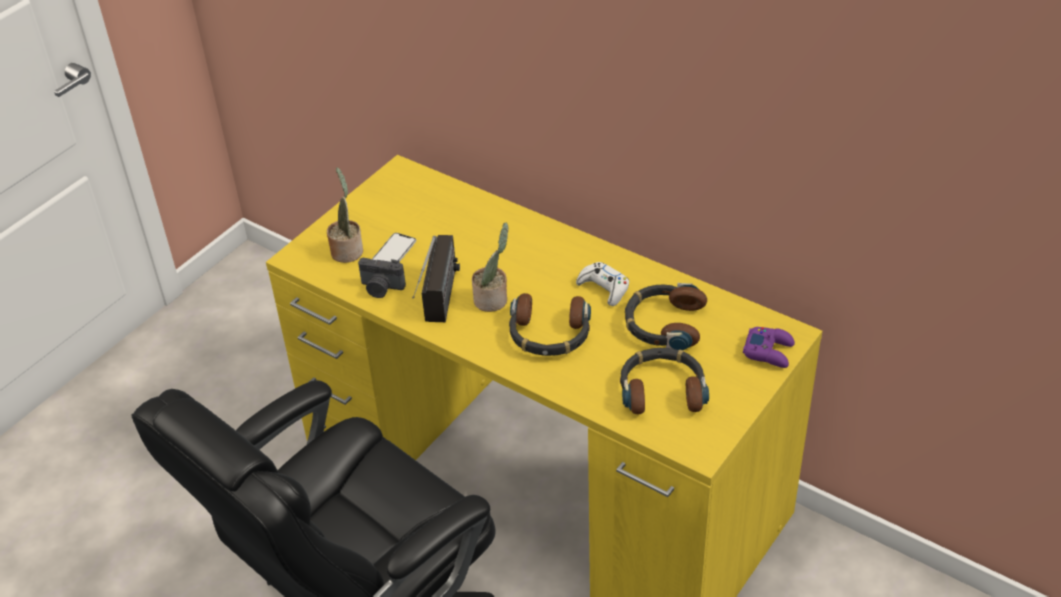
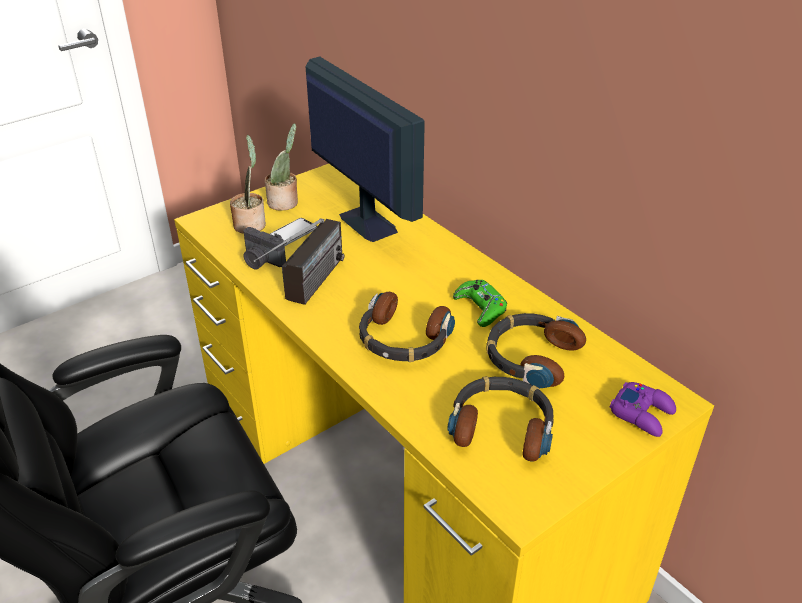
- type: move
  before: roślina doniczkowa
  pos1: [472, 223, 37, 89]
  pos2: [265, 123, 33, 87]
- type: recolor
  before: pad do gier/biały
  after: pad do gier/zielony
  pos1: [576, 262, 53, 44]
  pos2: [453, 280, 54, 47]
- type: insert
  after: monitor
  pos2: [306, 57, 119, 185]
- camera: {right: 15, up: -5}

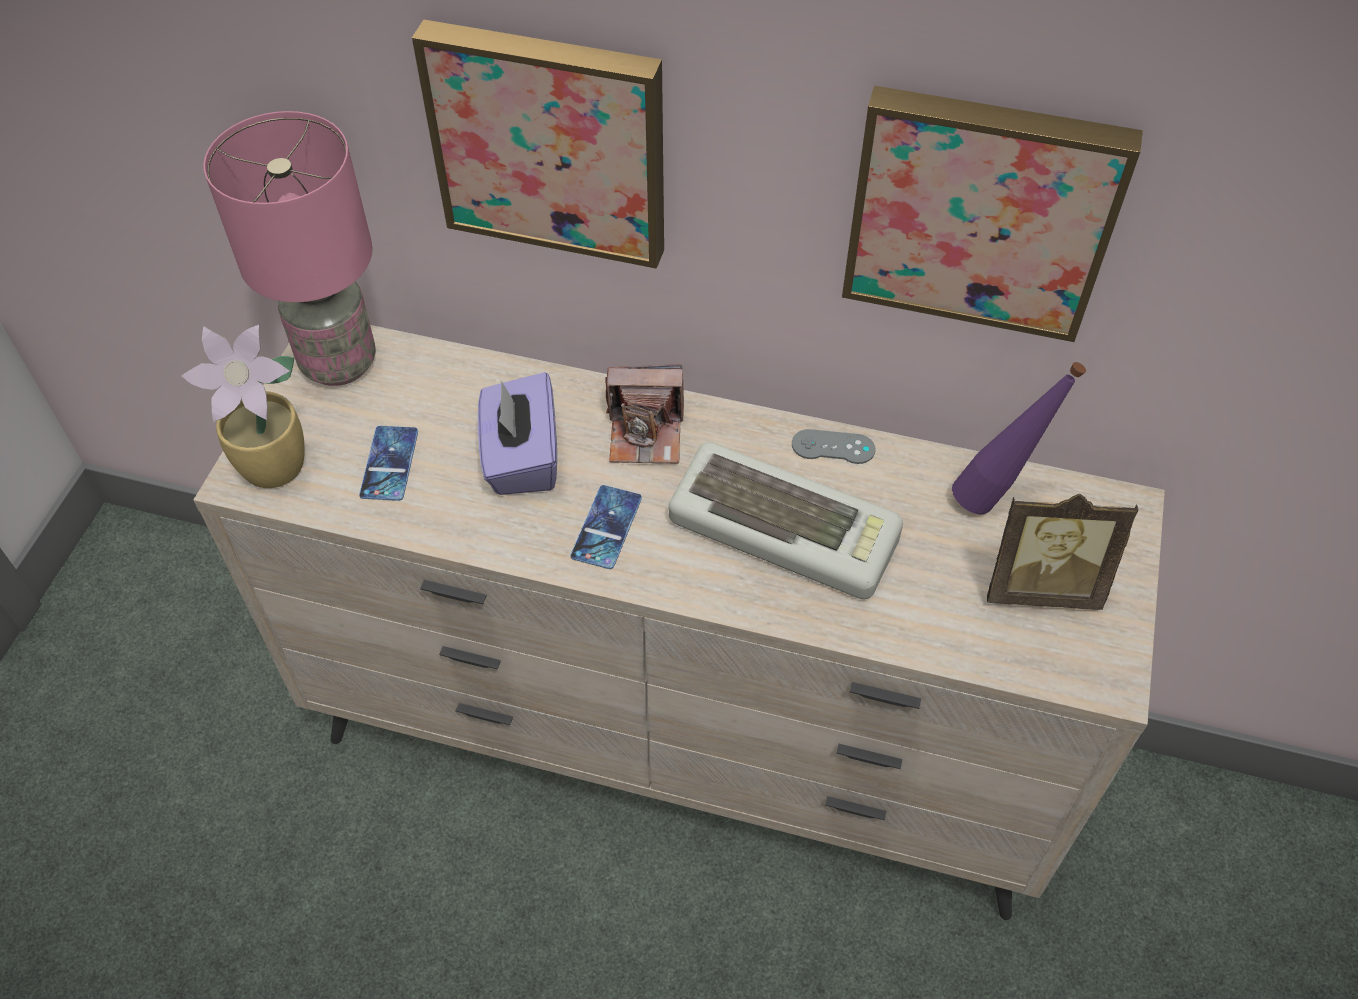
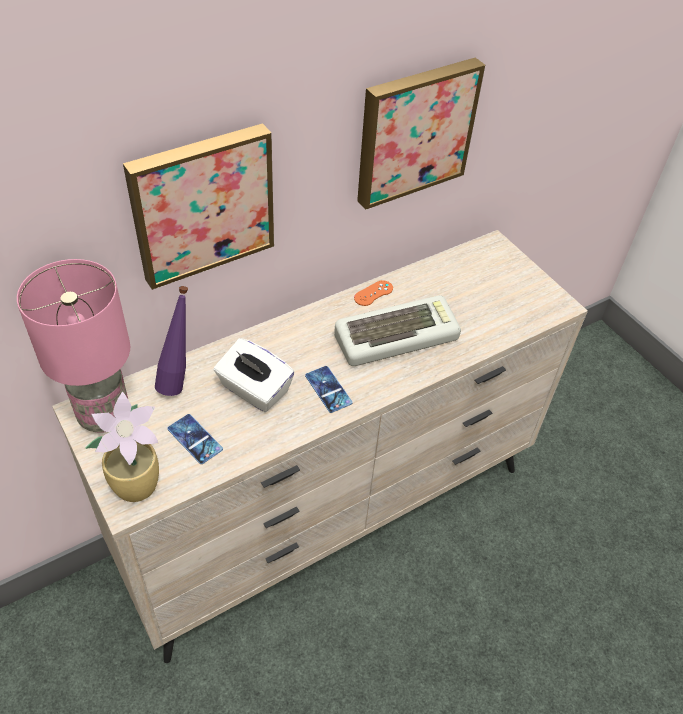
- type: move
  before: butelka/fioletowy
  pos1: [952, 362, 134, 152]
  pos2: [155, 286, 33, 110]
- type: delete
  before: aparat fotograficzny
  pos1: [605, 364, 79, 100]
- type: recolor
  before: pudełko chusteczek/fioletowy
  after: pudełko chusteczek/biały
  pos1: [478, 372, 79, 123]
  pos2: [214, 338, 81, 74]
- type: recolor
  before: pad do gier/szary
  after: pad do gier/pomarańczowy
  pos1: [792, 429, 84, 35]
  pos2: [354, 280, 39, 26]
- type: delete
  before: ramka na zdjęcie
  pos1: [987, 494, 151, 116]
- camera: {right: -50, up: -5}

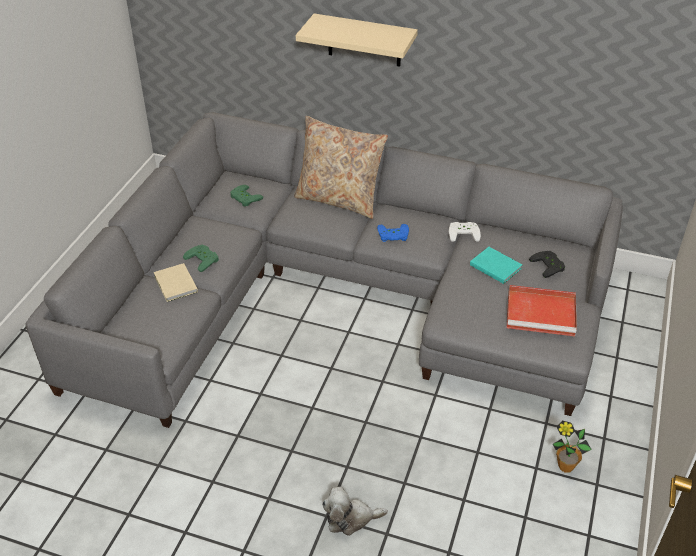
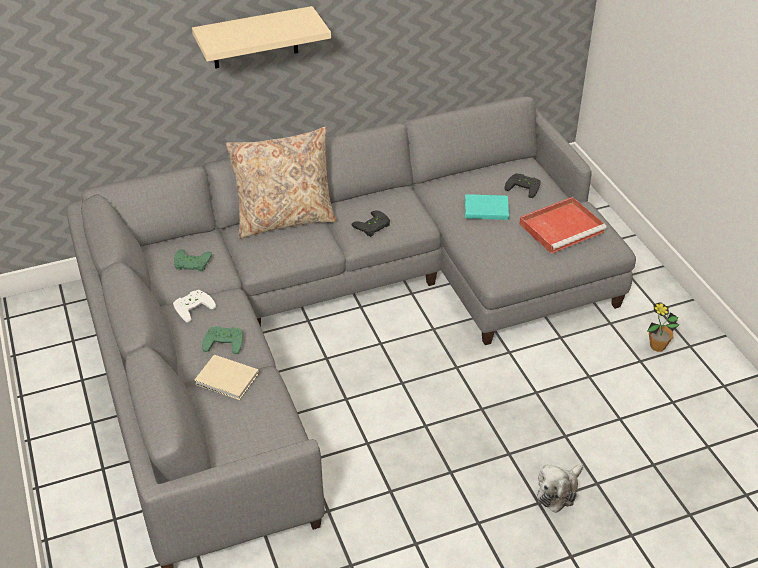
- type: move
  before: pad do gier/biały
  pos1: [449, 222, 32, 20]
  pos2: [173, 290, 43, 33]
- type: recolor
  before: pad do gier/niebieski
  after: pad do gier/czarny
  pos1: [377, 224, 32, 18]
  pos2: [351, 210, 39, 27]
- camera: {right: -40, up: 0}

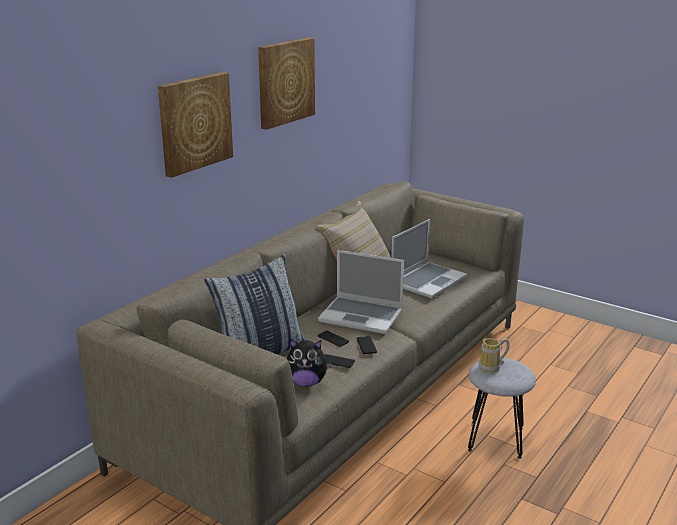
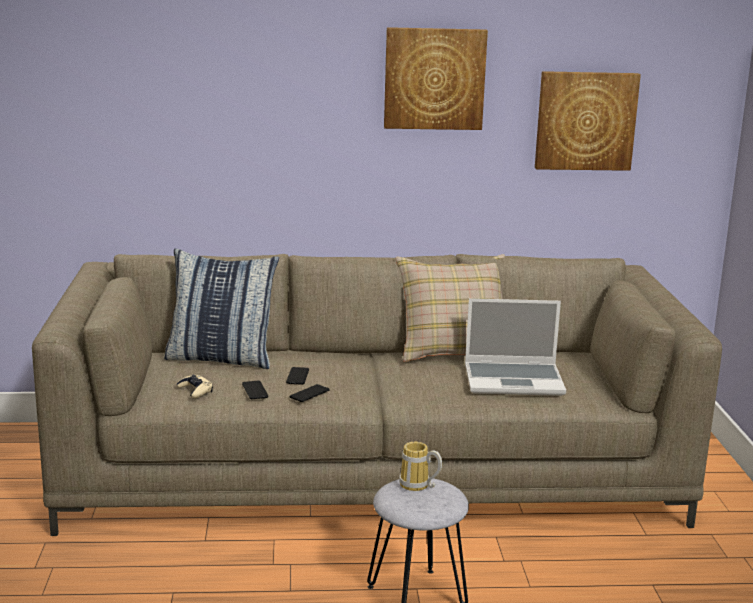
- type: move
  before: obraz
  pos1: [158, 72, 75, 106]
  pos2: [535, 71, 106, 100]
- type: delete
  before: laptop
  pos1: [318, 250, 86, 84]
- type: replace
  before: pluszak
  after: pad do gier/beżowy
  pos1: [287, 339, 44, 48]
  pos2: [177, 374, 36, 24]
- camera: {right: 50, up: -5}

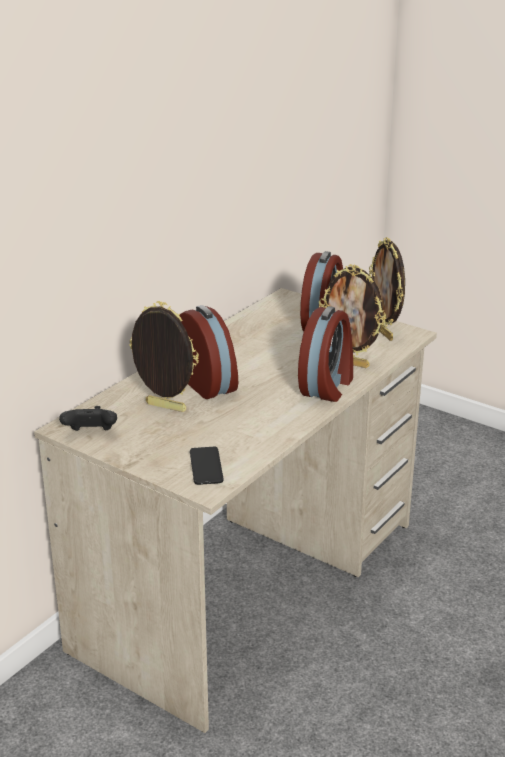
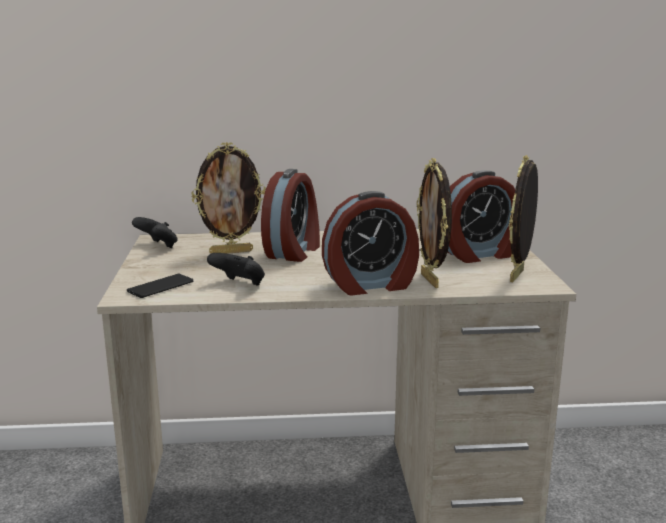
- type: rotate
  before: ramka na zdjęcie
  pos1: [129, 301, 70, 111]
  pos2: [191, 142, 75, 112]
  turn: 90
- type: insert
  after: pad do gier/czarny
  pos2: [207, 253, 58, 33]
- camera: {right: 50, up: -10}

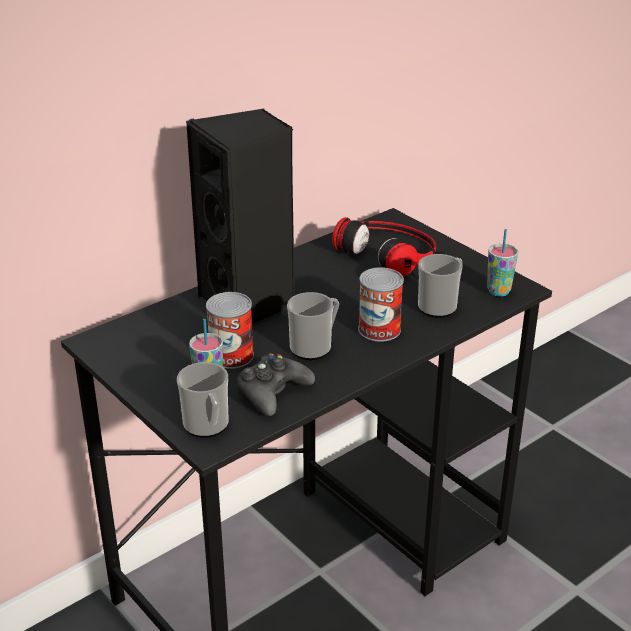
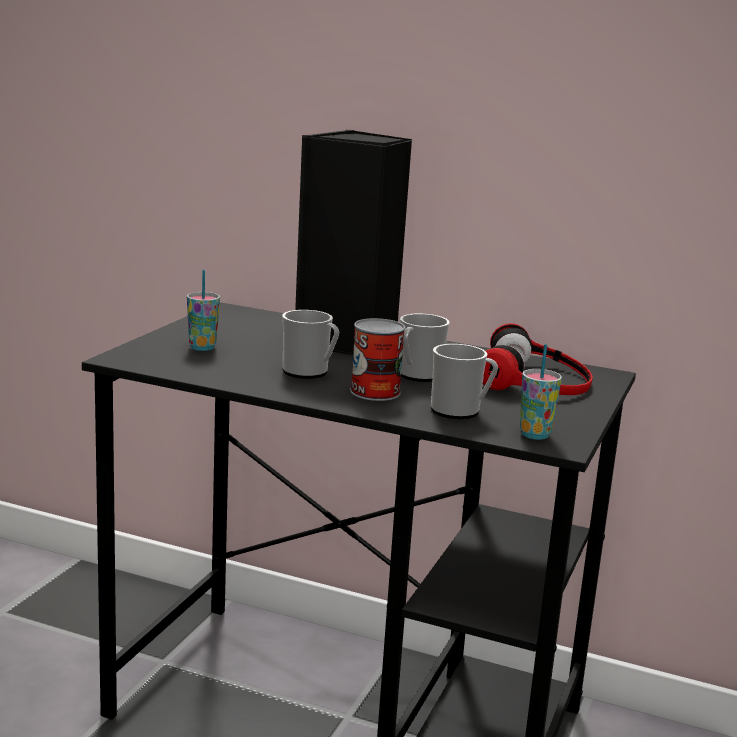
- type: delete
  before: puszka
  pos1: [206, 292, 48, 77]
- type: delete
  before: pad do gier/czarny
  pos1: [237, 353, 78, 63]
- type: move
  before: kubek
  pos1: [177, 362, 52, 76]
  pos2: [400, 313, 50, 69]
- camera: {right: 60, up: -15}

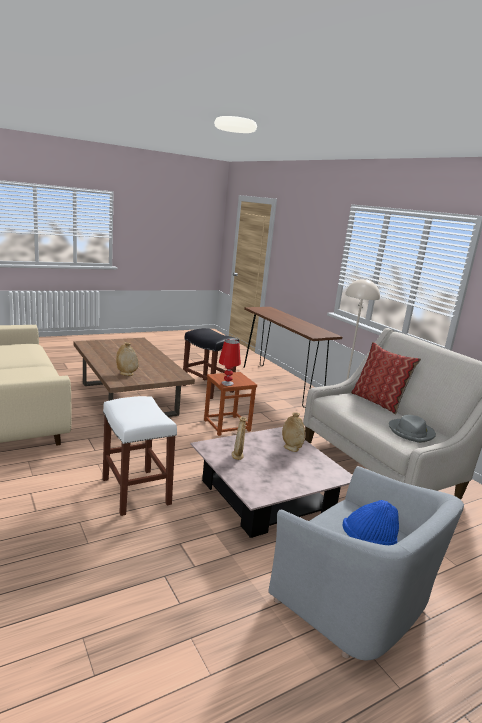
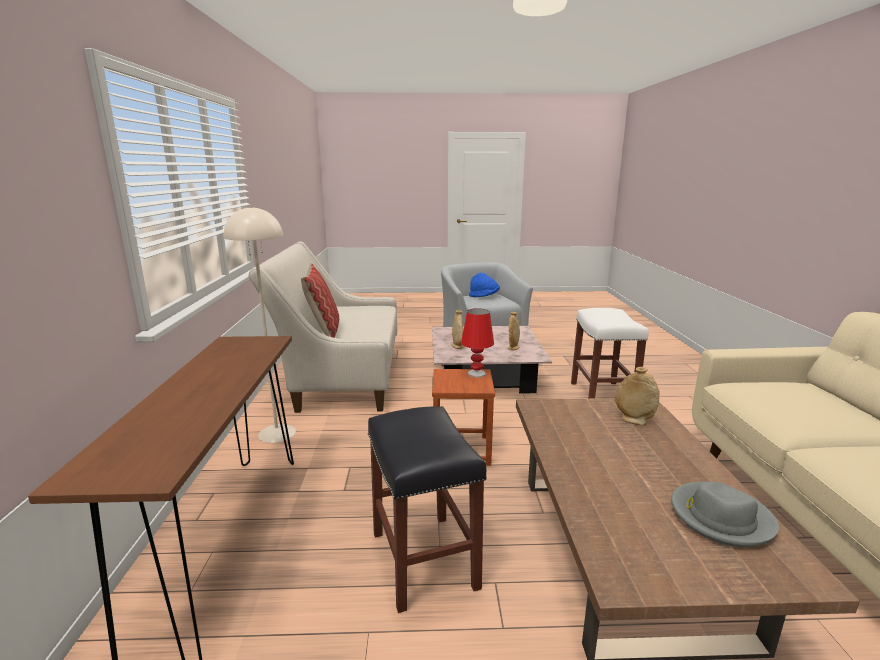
- type: move
  before: kapelusz/szary
  pos1: [389, 415, 47, 28]
  pos2: [671, 482, 108, 65]
- camera: {right: -150, up: 0}

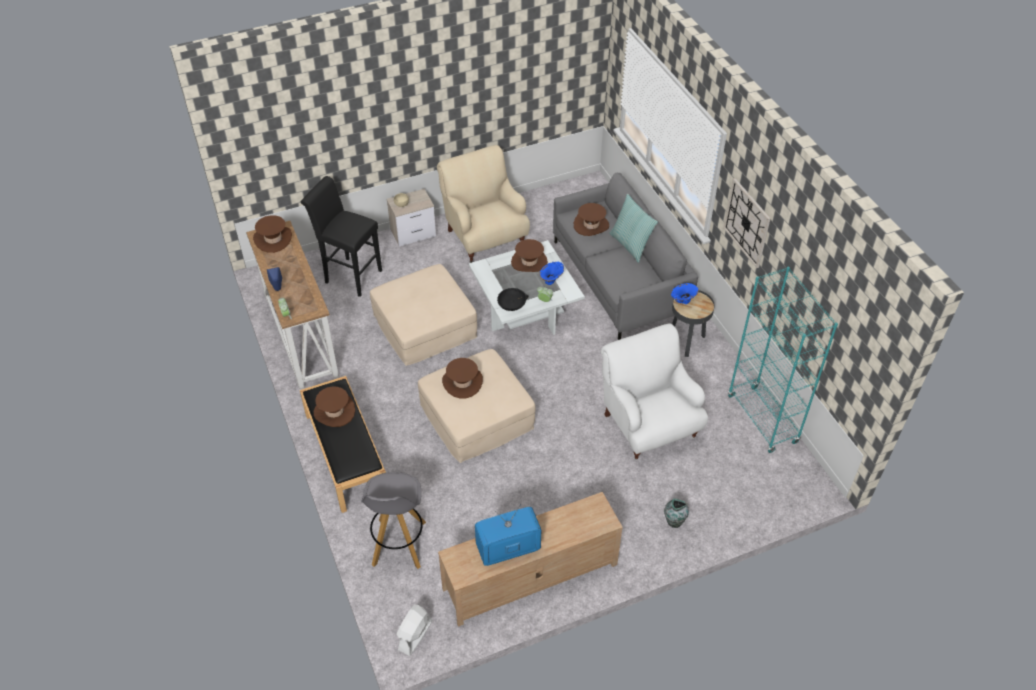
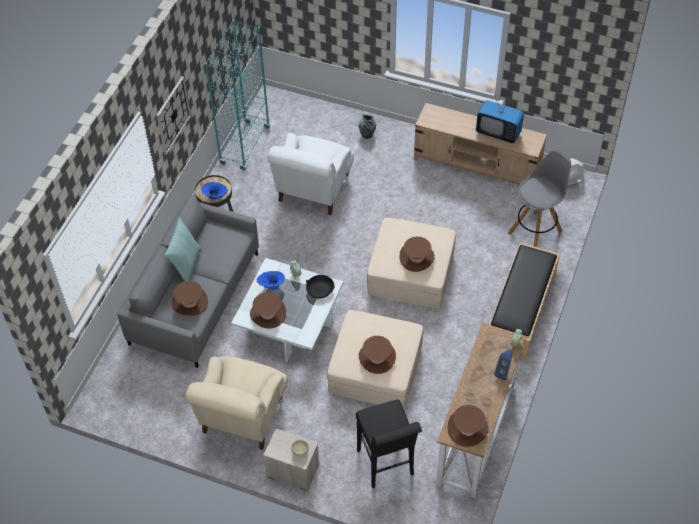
- type: move
  before: kapelusz/brązowy
  pos1: [314, 386, 41, 41]
  pos2: [359, 336, 37, 38]
- camera: {right: -135, up: 5}

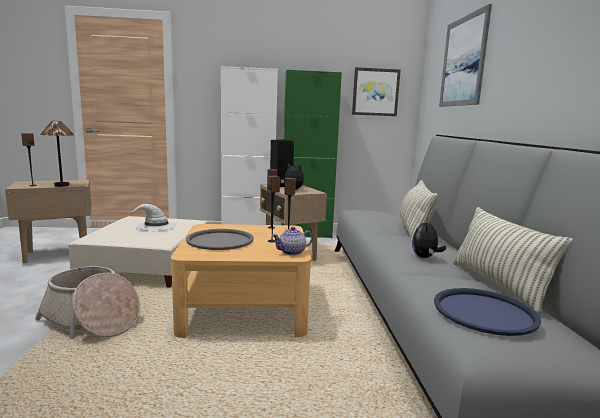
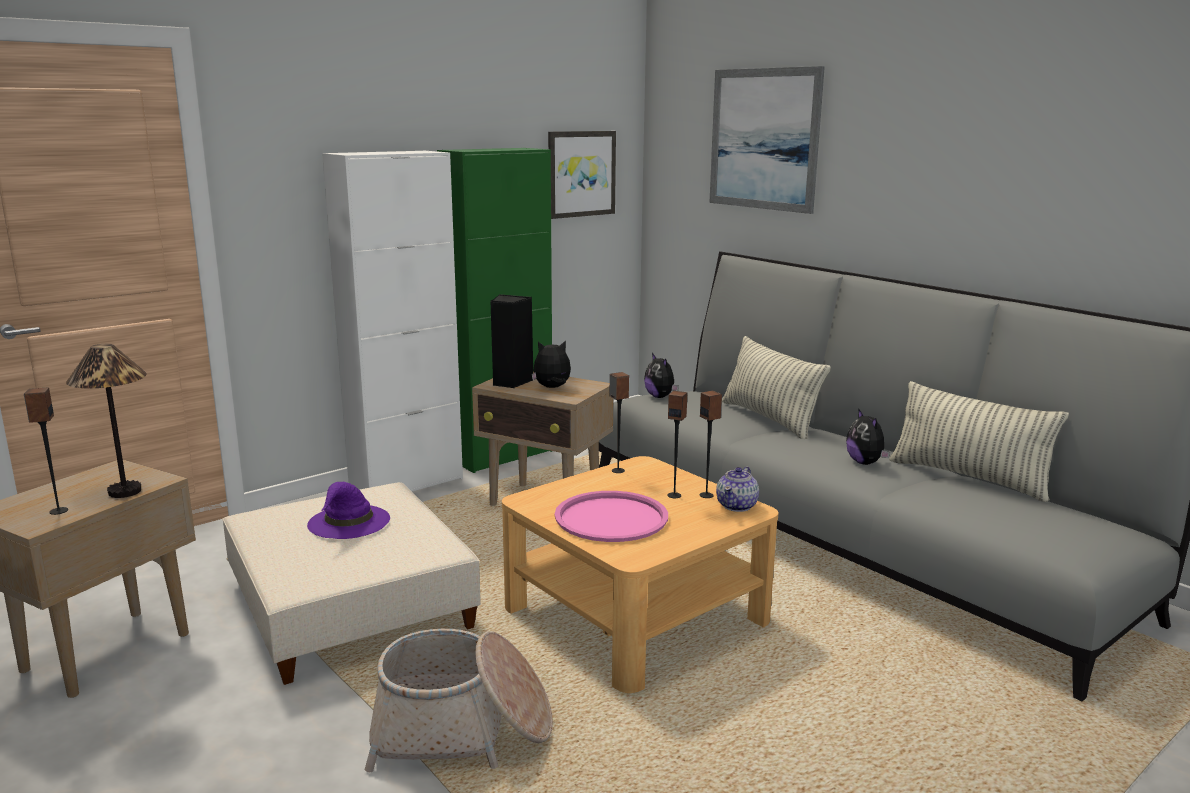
- type: recolor
  before: kapelusz/biały
  after: kapelusz/fioletowy
  pos1: [130, 204, 47, 27]
  pos2: [307, 482, 83, 57]
- type: recolor
  before: taca/szary
  after: taca/różowy
  pos1: [186, 229, 68, 21]
  pos2: [555, 491, 113, 51]
- type: delete
  before: taca/niebieski
  pos1: [434, 288, 107, 48]
- type: insert
  after: pluszak
  pos2: [644, 353, 35, 45]
- camera: {right: -35, up: 5}

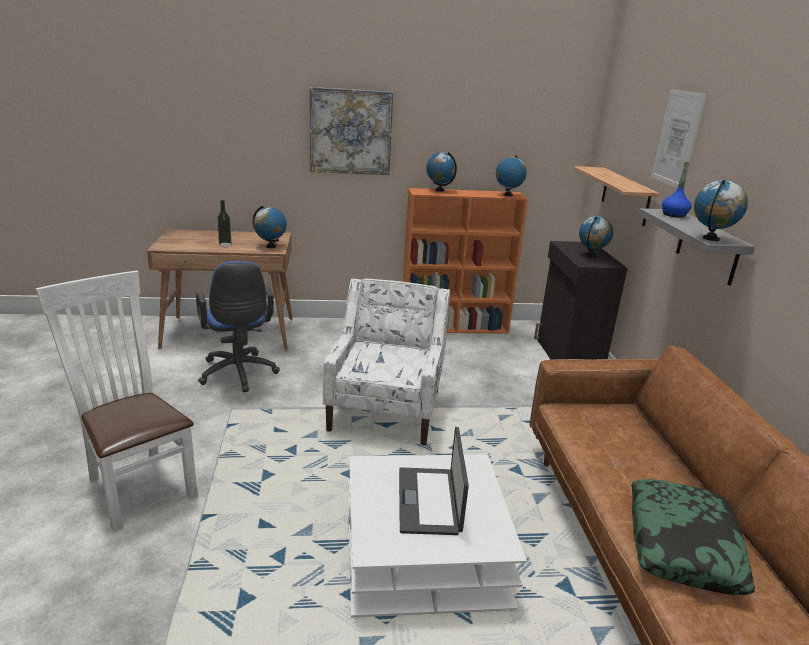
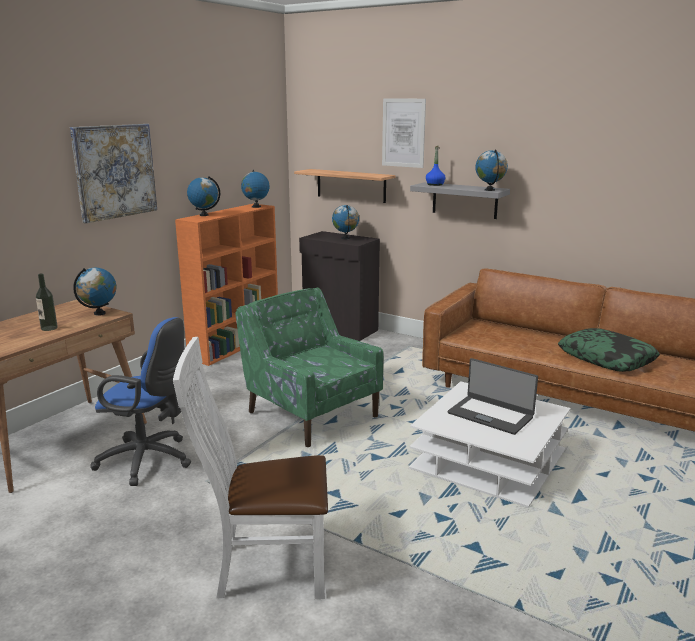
- type: recolor
  before: fotel/biały
  after: fotel/zielony
  pos1: [323, 278, 127, 167]
  pos2: [236, 288, 147, 159]
- camera: {right: -50, up: -5}

